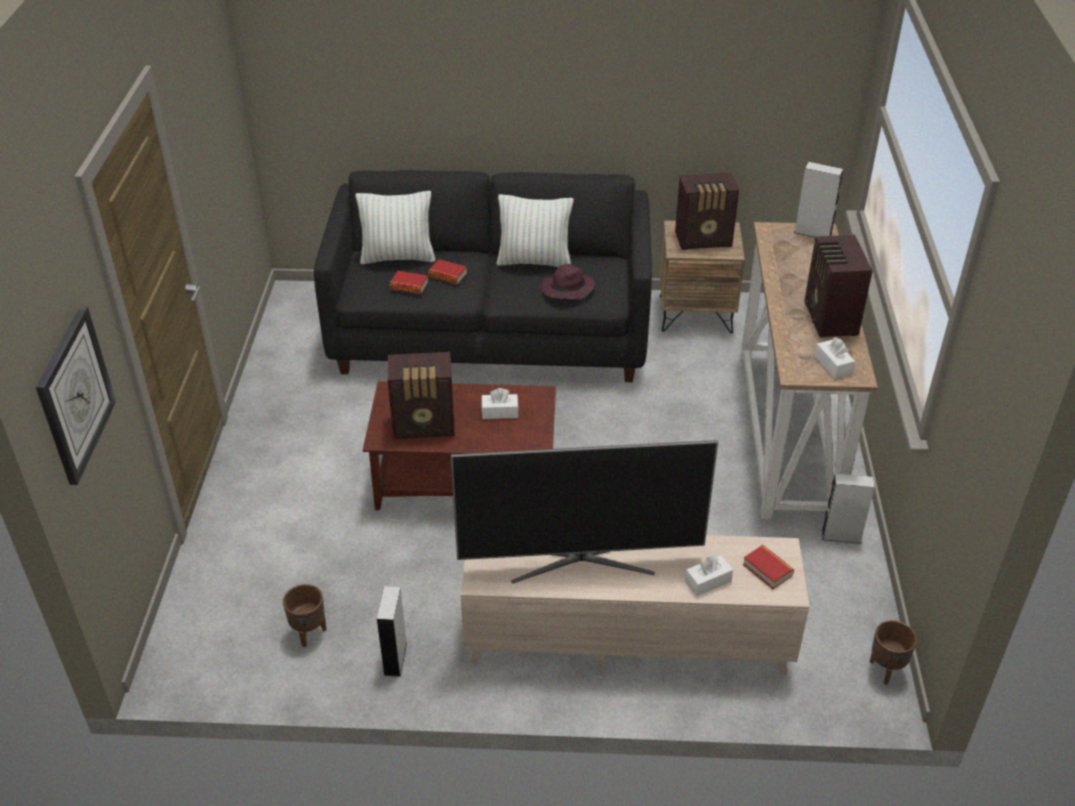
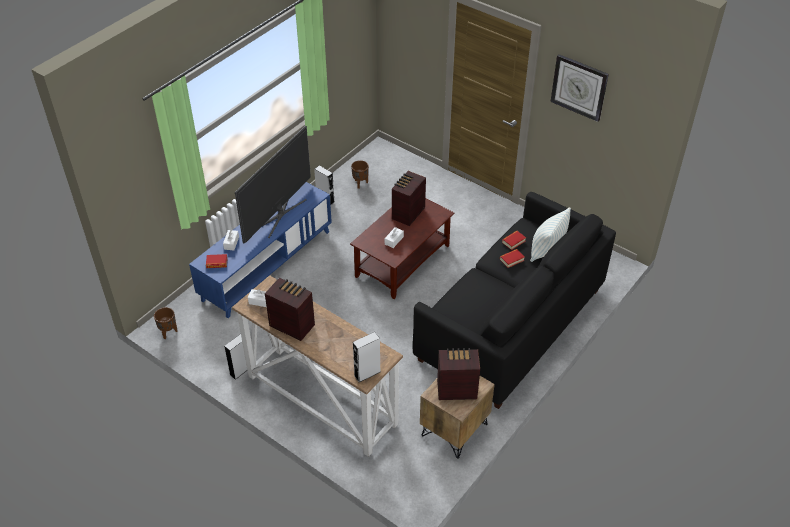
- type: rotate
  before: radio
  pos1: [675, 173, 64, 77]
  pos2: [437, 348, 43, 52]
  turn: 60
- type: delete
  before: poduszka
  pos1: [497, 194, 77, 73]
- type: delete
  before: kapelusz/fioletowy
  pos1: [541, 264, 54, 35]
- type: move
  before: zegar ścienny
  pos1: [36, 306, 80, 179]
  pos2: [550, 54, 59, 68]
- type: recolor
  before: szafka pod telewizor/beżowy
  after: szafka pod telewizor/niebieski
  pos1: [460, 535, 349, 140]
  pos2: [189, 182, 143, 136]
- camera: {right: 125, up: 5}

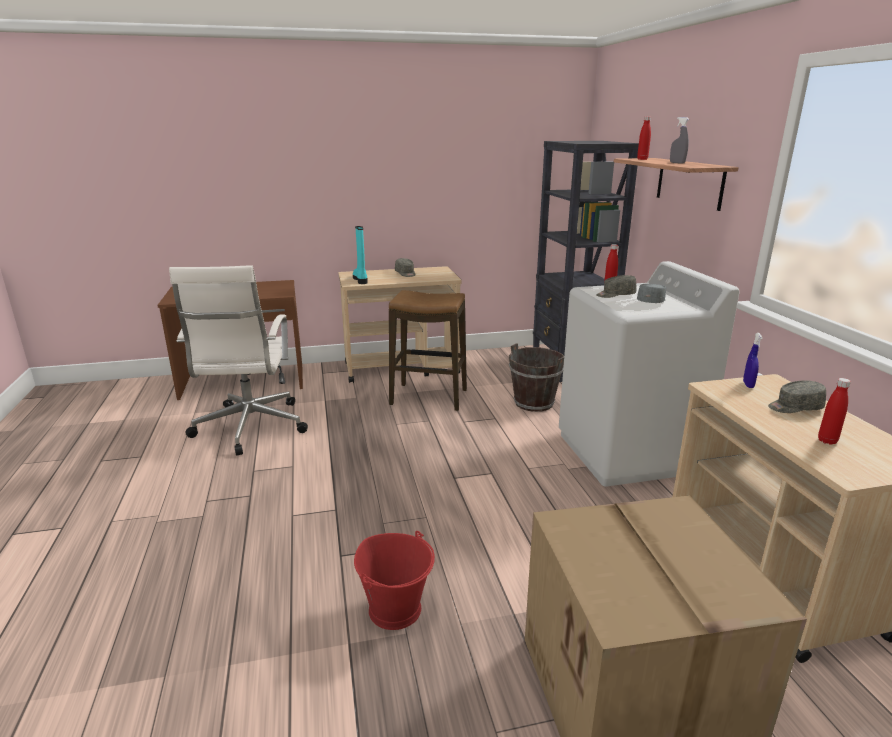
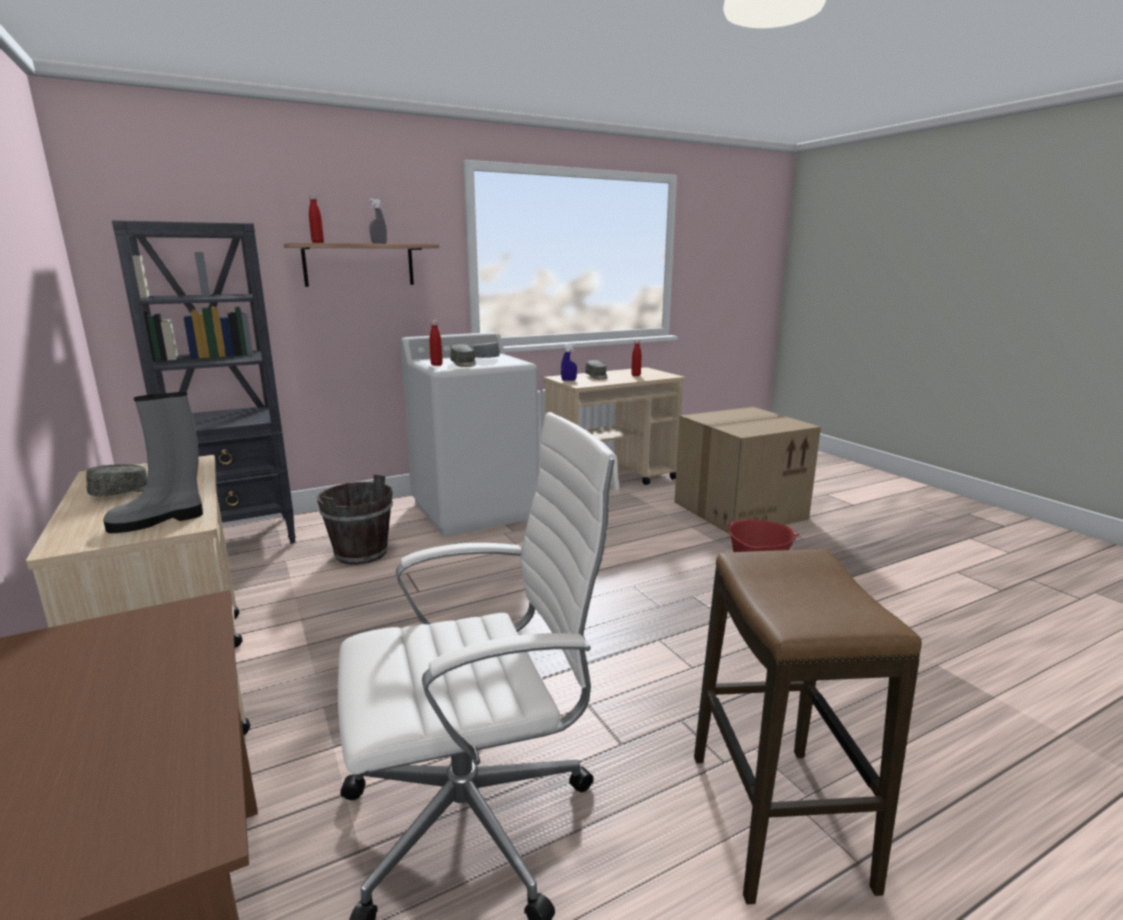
- type: recolor
  before: but z cholewką/turkusowy
  after: but z cholewką/szary
  pos1: [353, 226, 15, 58]
  pos2: [103, 392, 100, 141]
- type: move
  before: stołek
  pos1: [389, 290, 78, 121]
  pos2: [694, 550, 228, 354]
- camera: {right: -105, up: -5}

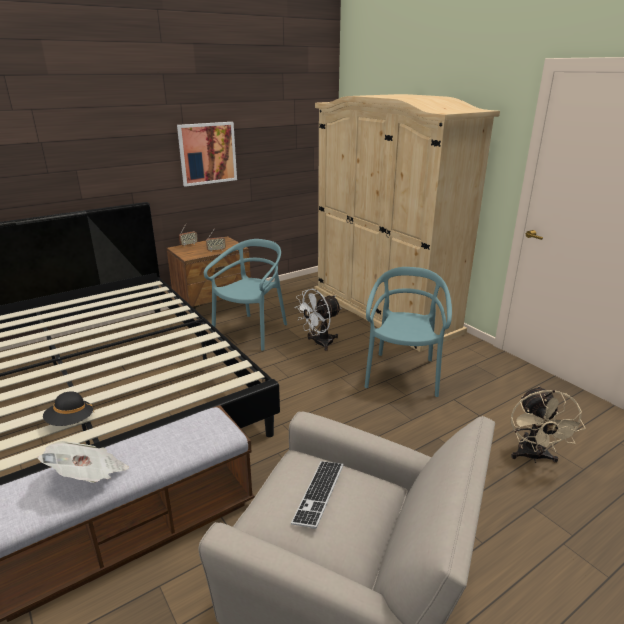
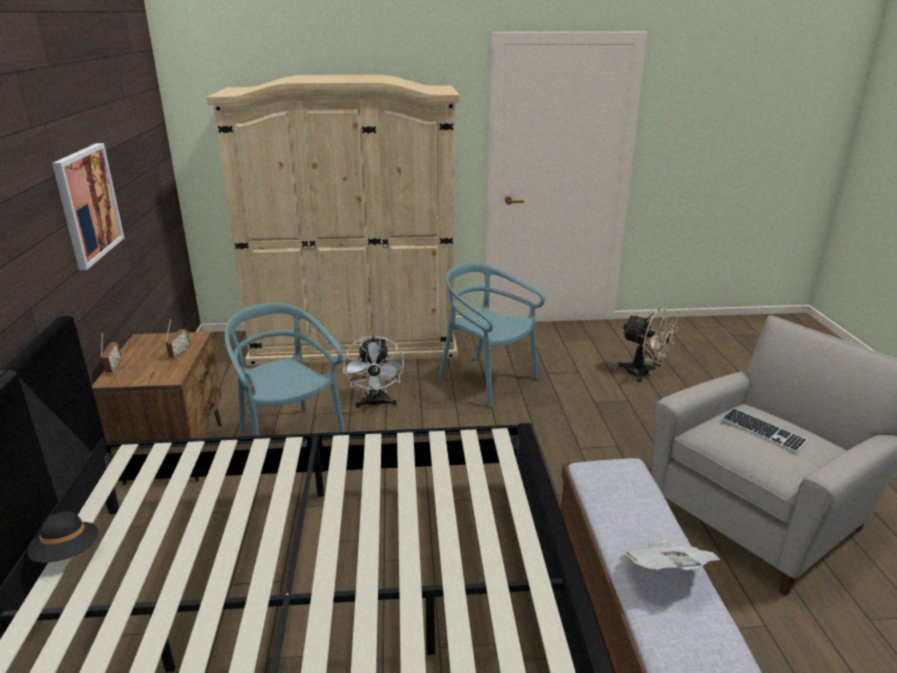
- type: move
  before: kapelusz/czarny
  pos1: [43, 391, 51, 35]
  pos2: [27, 512, 71, 51]
- camera: {right: -60, up: 0}

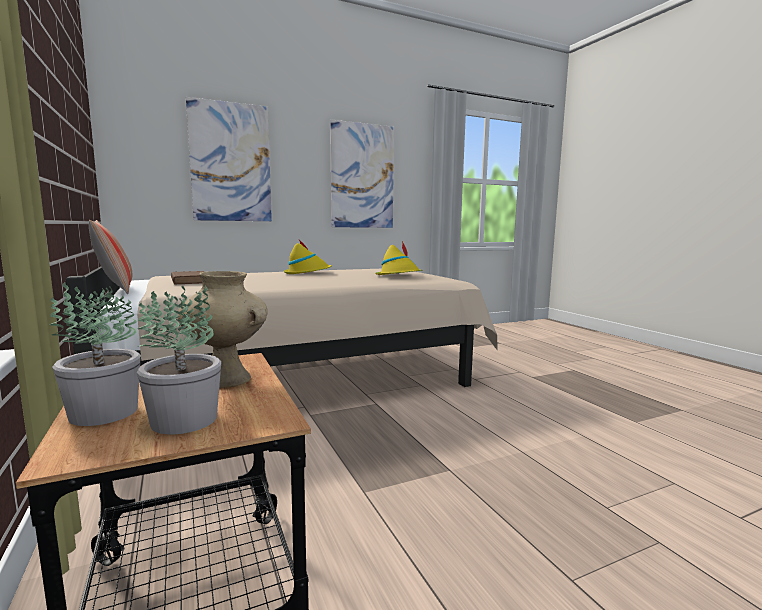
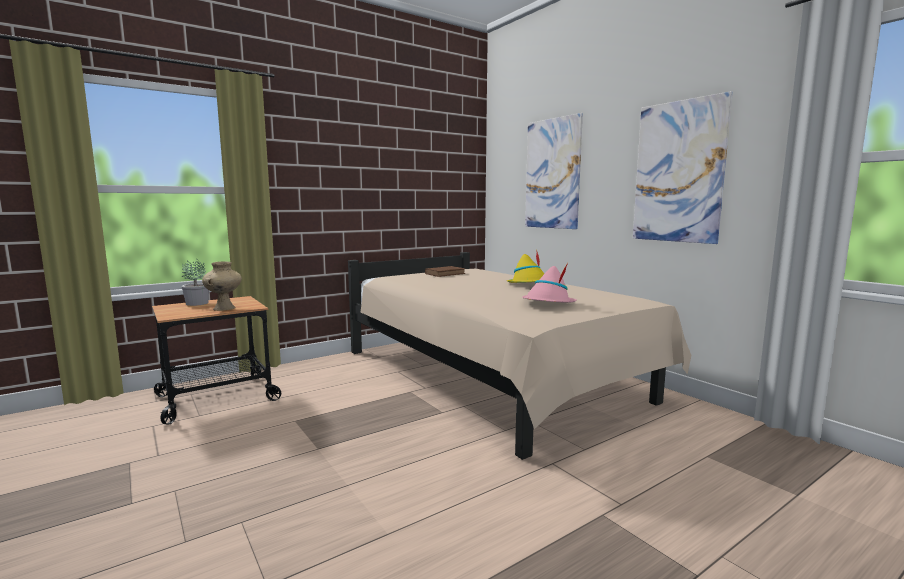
- type: delete
  before: poduszka
  pos1: [89, 220, 43, 74]
- type: recolor
  before: kapelusz/żółty
  after: kapelusz/różowy
  pos1: [375, 241, 47, 34]
  pos2: [522, 263, 55, 40]
- type: delete
  before: roślina doniczkowa
  pos1: [137, 286, 84, 149]
- camera: {right: 80, up: 0}

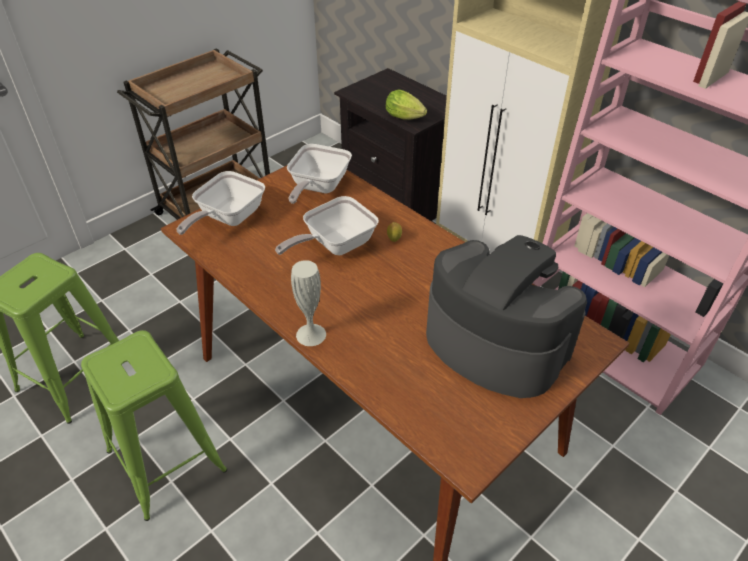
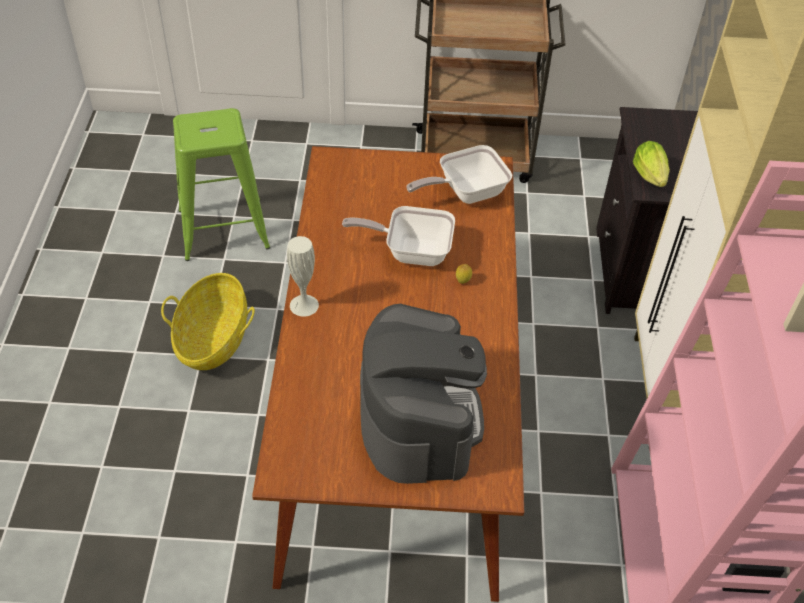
- type: delete
  before: patelnia
  pos1: [176, 171, 89, 64]
- type: replace
  before: stołek/zielony
  after: koszyk
  pos1: [81, 330, 146, 191]
  pos2: [161, 273, 94, 97]
- camera: {right: 45, up: 5}

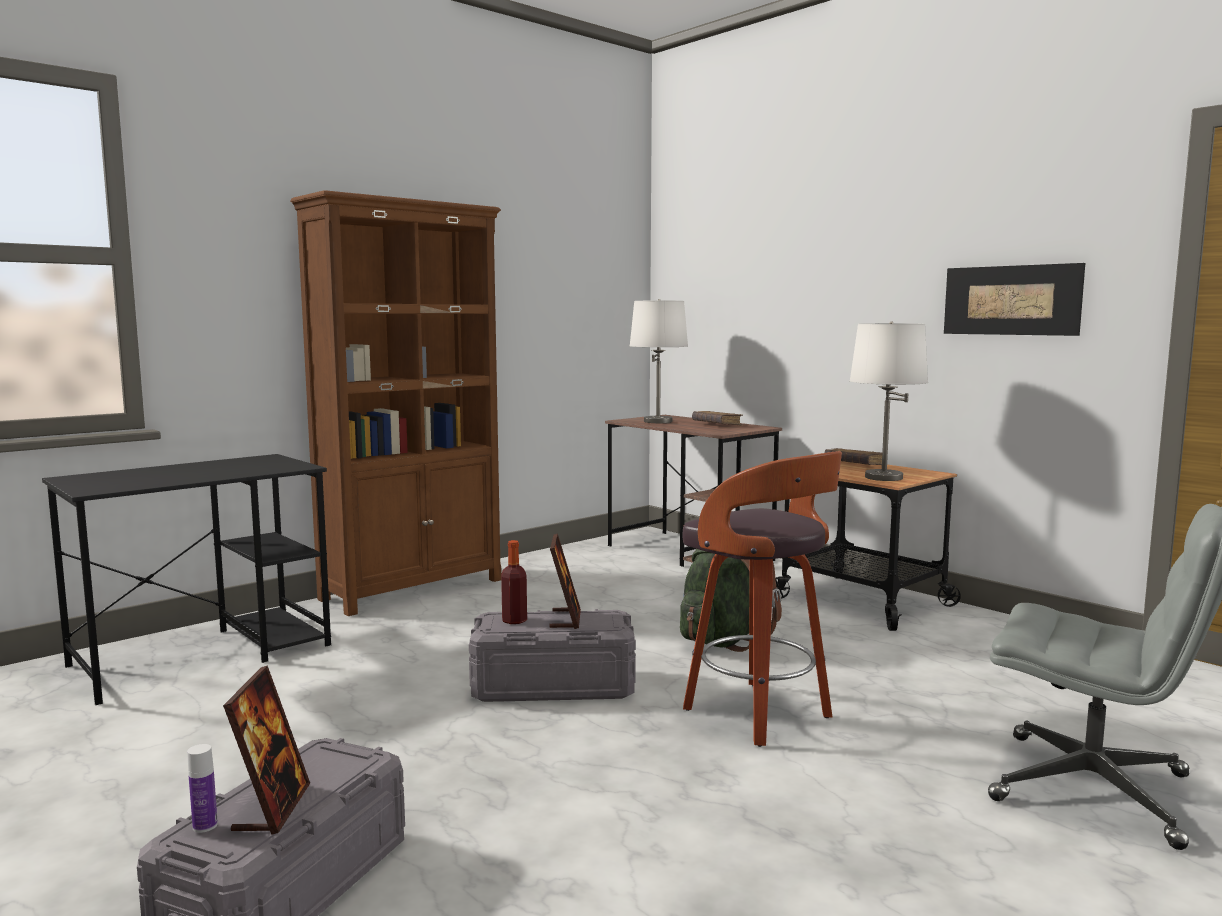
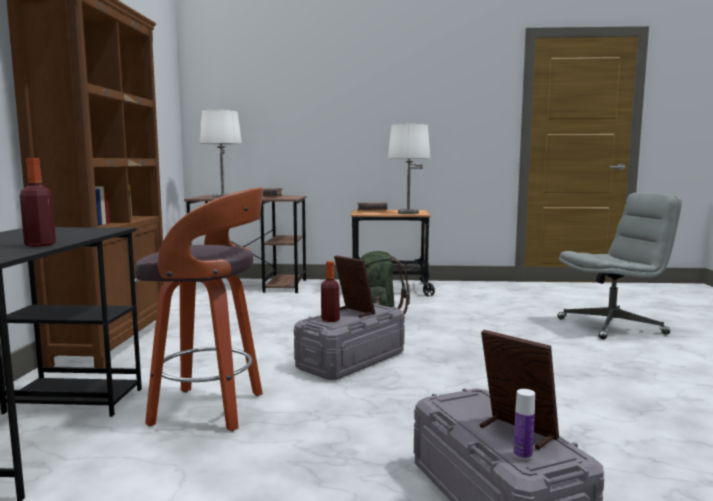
- type: delete
  before: obraz
  pos1: [944, 263, 141, 73]
- type: move
  before: stołek
  pos1: [683, 451, 159, 296]
  pos2: [135, 187, 128, 244]
- type: insert
  after: butelka
  pos2: [20, 158, 36, 89]
- camera: {right: -45, up: 0}

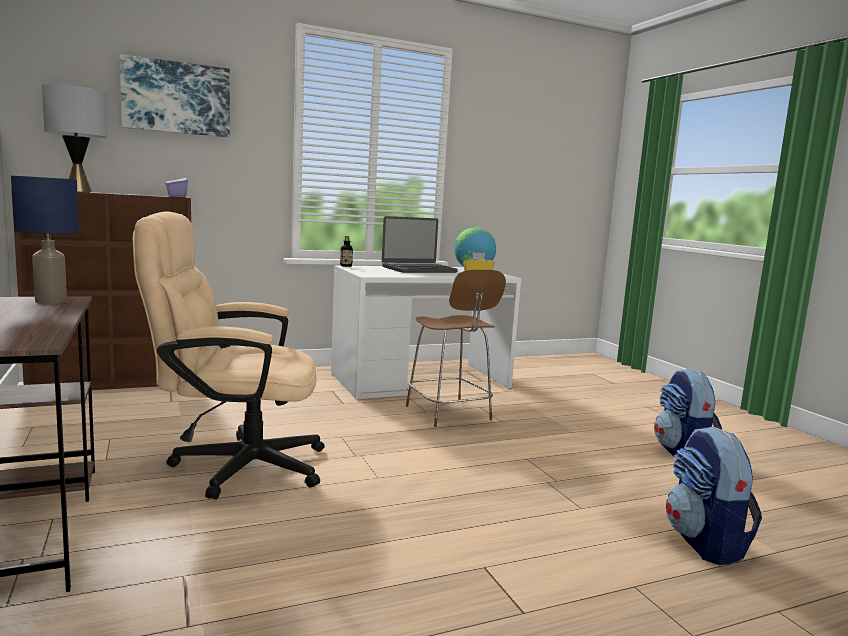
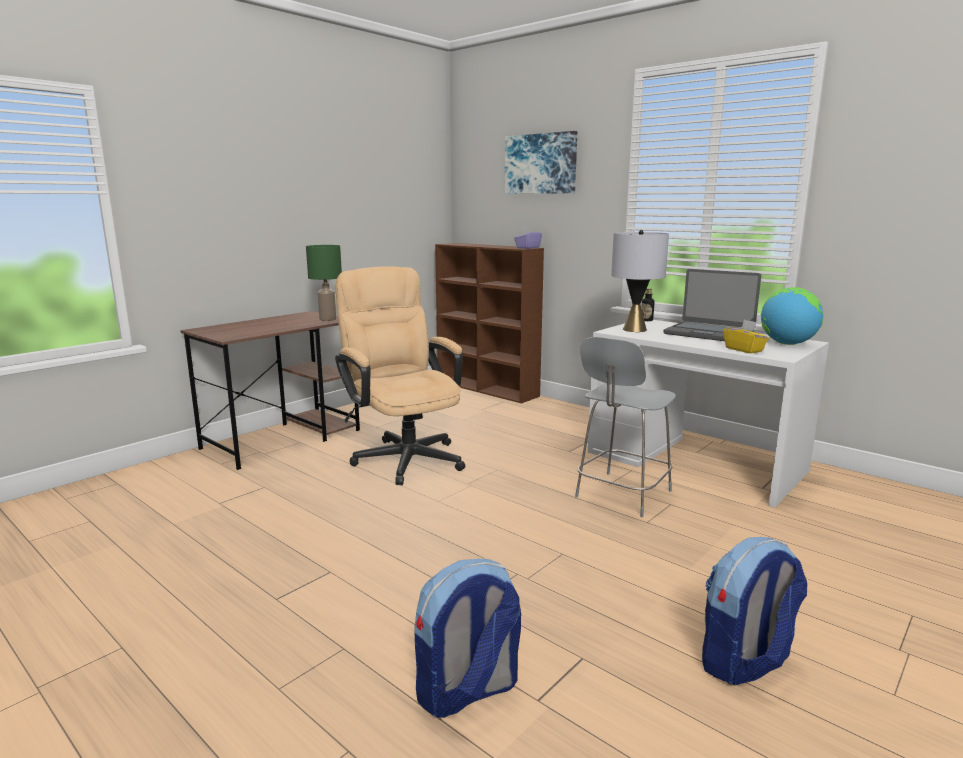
- type: move
  before: lampa stołowa/szary
  pos1: [42, 84, 65, 108]
  pos2: [611, 230, 58, 102]
- type: recolor
  before: lampa stołowa/niebieski
  after: lampa stołowa/zielony
  pos1: [11, 175, 68, 129]
  pos2: [306, 245, 36, 76]
- type: recolor
  before: stołek/brązowy
  after: stołek/szary
  pos1: [406, 270, 100, 157]
  pos2: [575, 337, 101, 180]
- camera: {right: 65, up: 5}

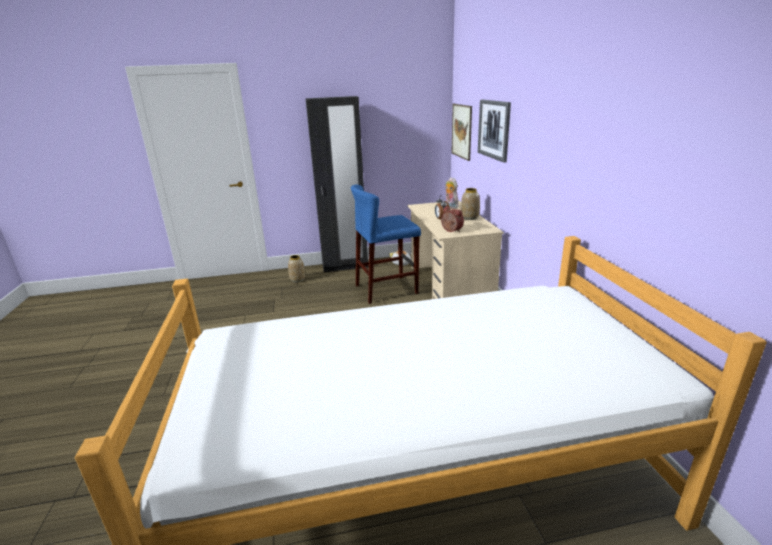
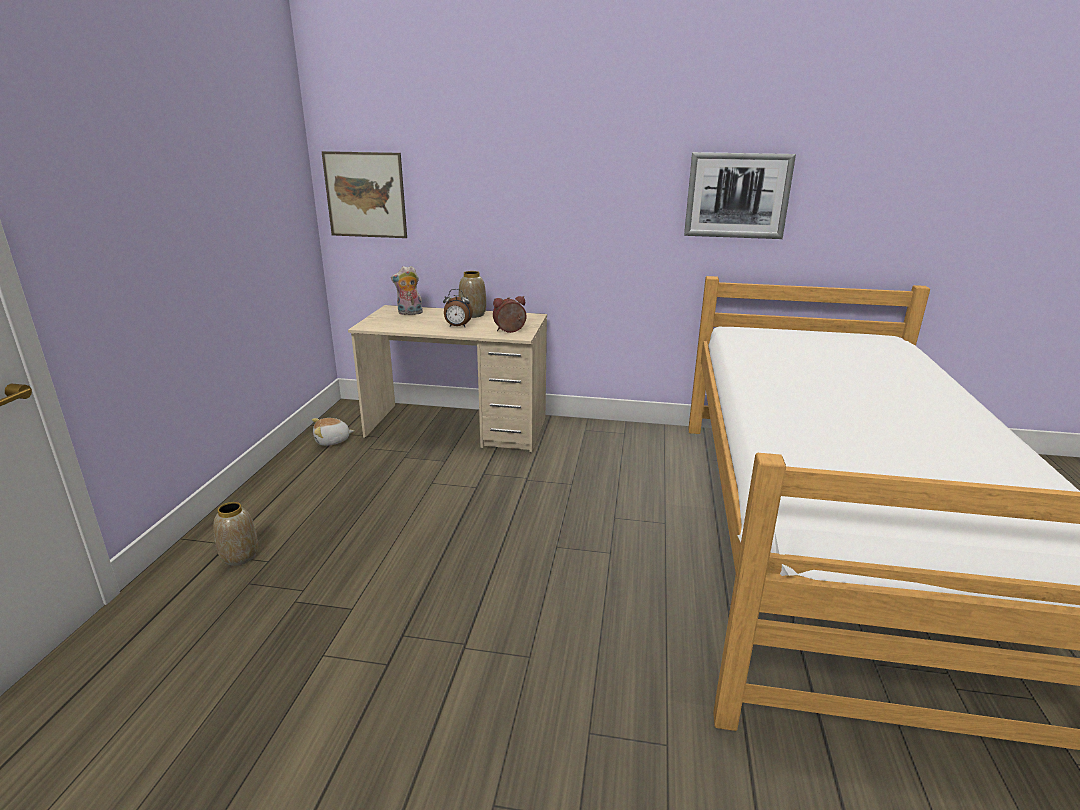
- type: delete
  before: szafa/czarny
  pos1: [305, 96, 63, 176]
- type: move
  before: obraz
  pos1: [478, 100, 33, 63]
  pos2: [684, 152, 112, 87]
- type: delete
  before: stołek/niebieski
  pos1: [351, 185, 70, 119]
- camera: {right: -70, up: 0}

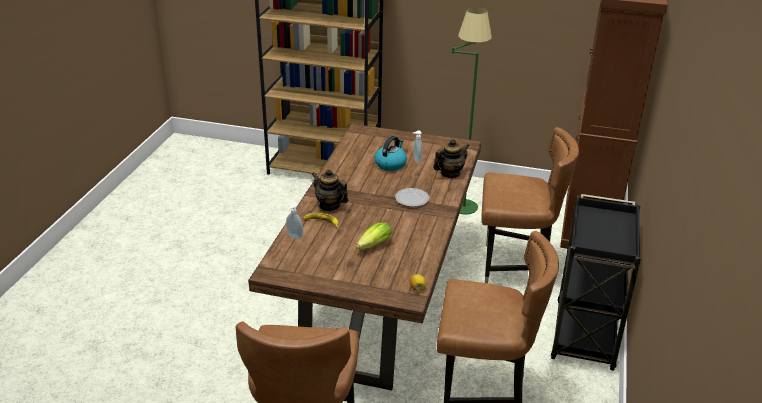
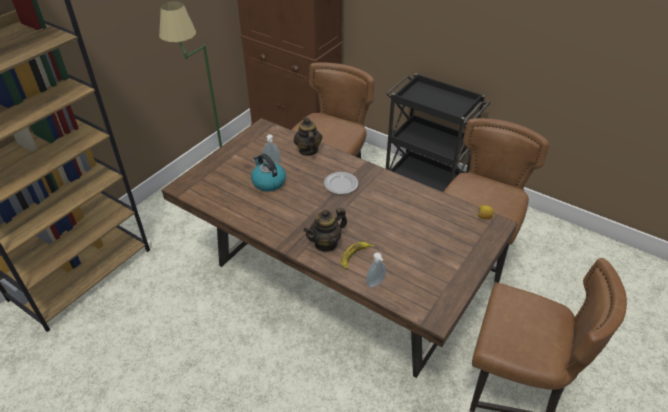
- type: delete
  before: sałata
  pos1: [356, 223, 36, 26]
- camera: {right: -70, up: 10}

